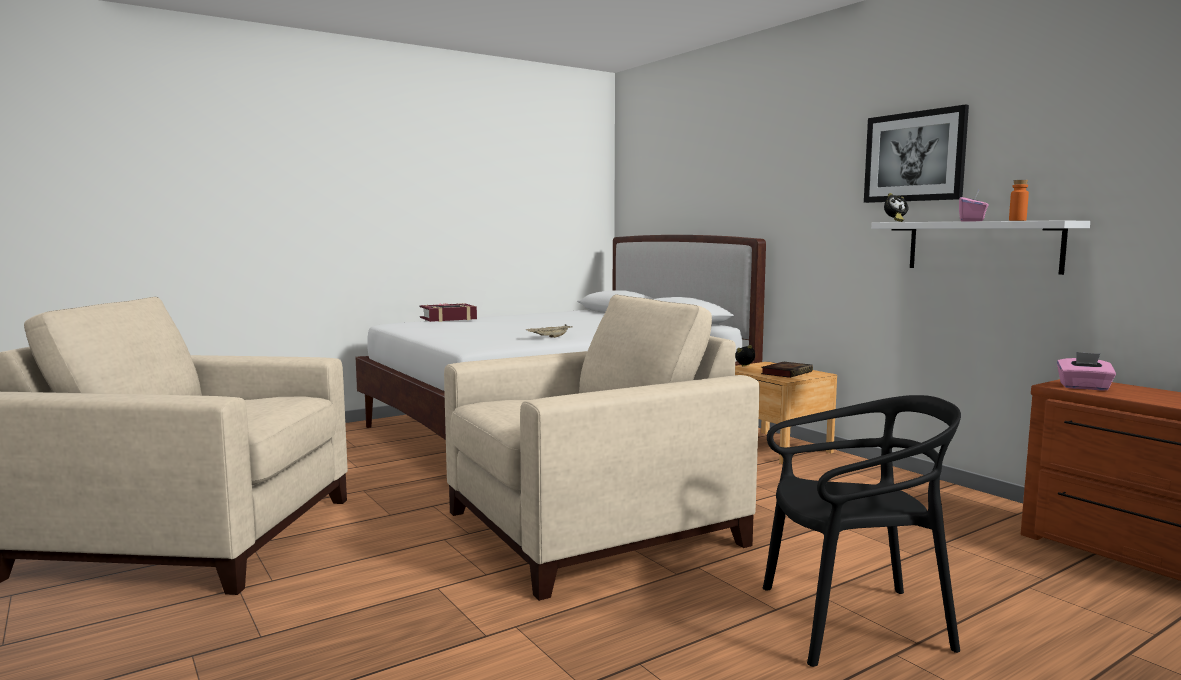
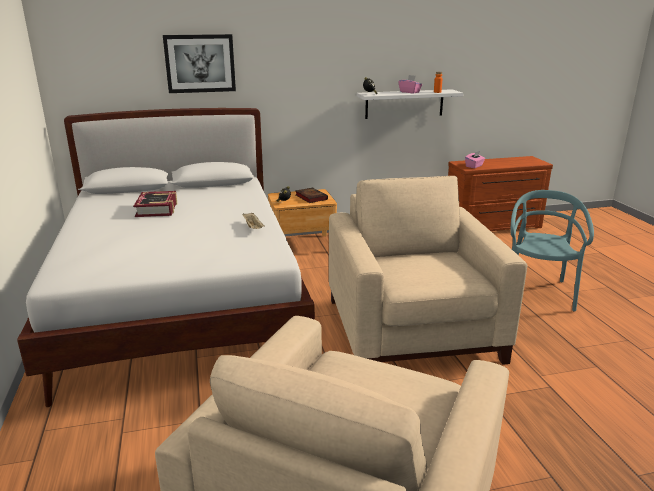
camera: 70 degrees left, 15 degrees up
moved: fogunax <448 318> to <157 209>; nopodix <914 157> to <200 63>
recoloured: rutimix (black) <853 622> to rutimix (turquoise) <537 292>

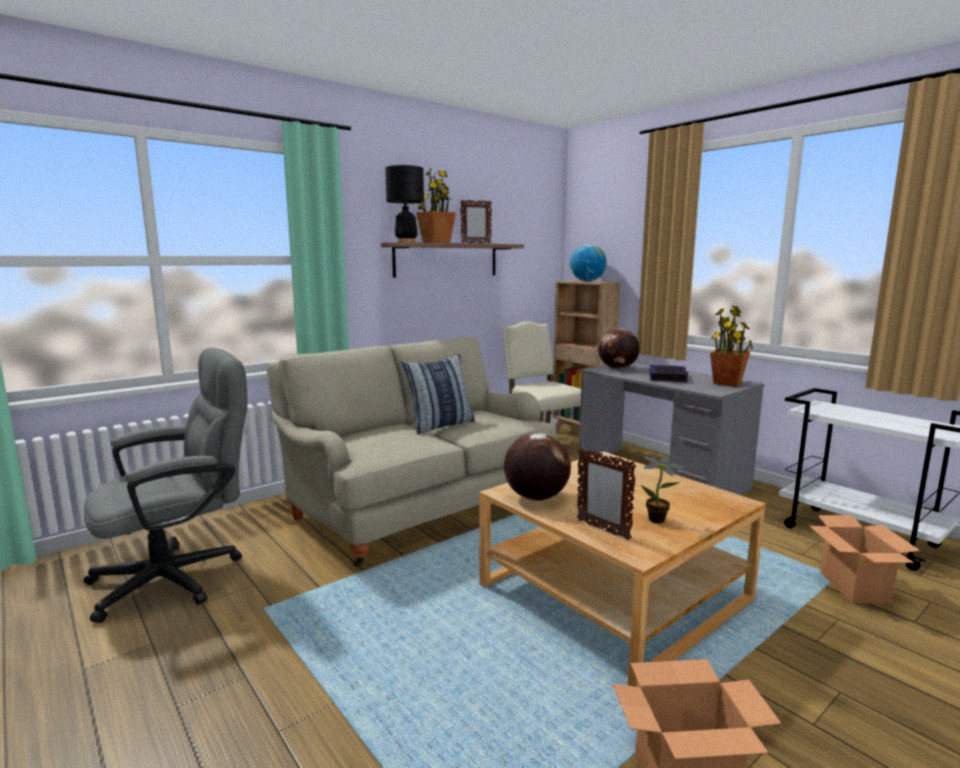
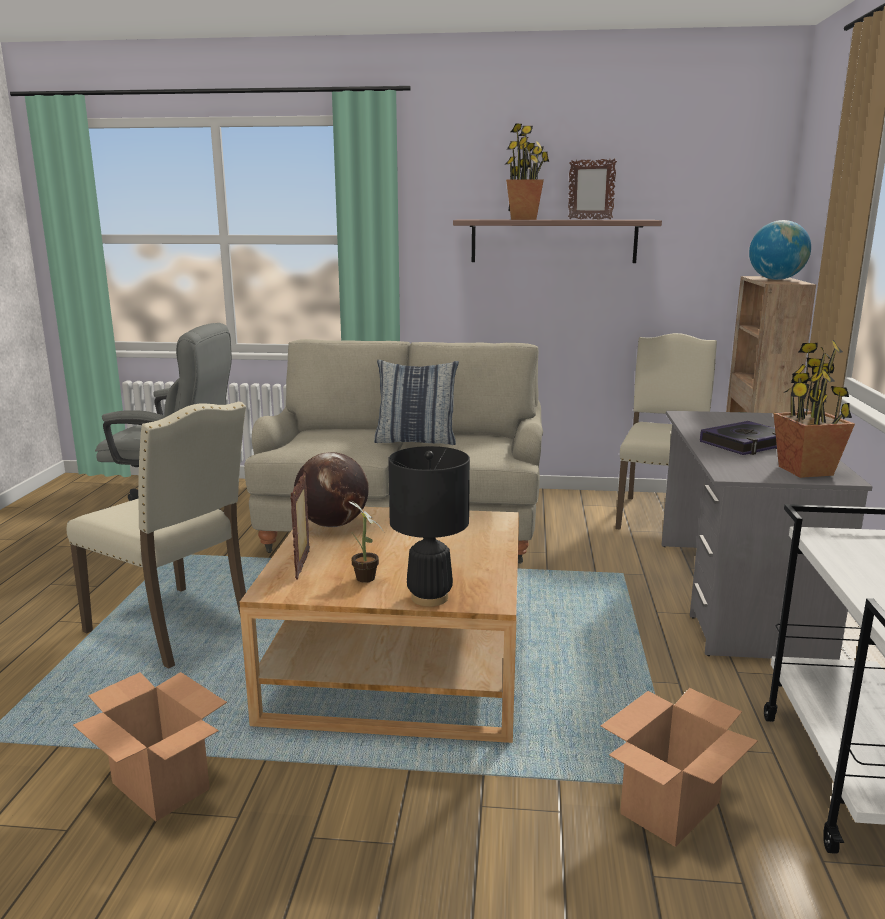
camera: 45 degrees right, 5 degrees up
removed: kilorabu <617 368>
added: rutimix (beige) <174 628>
moved: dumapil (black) <406 242> to <429 597>

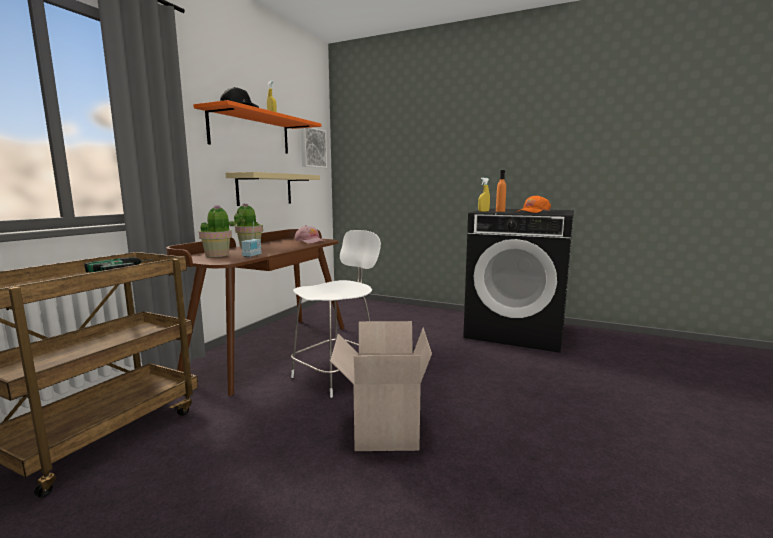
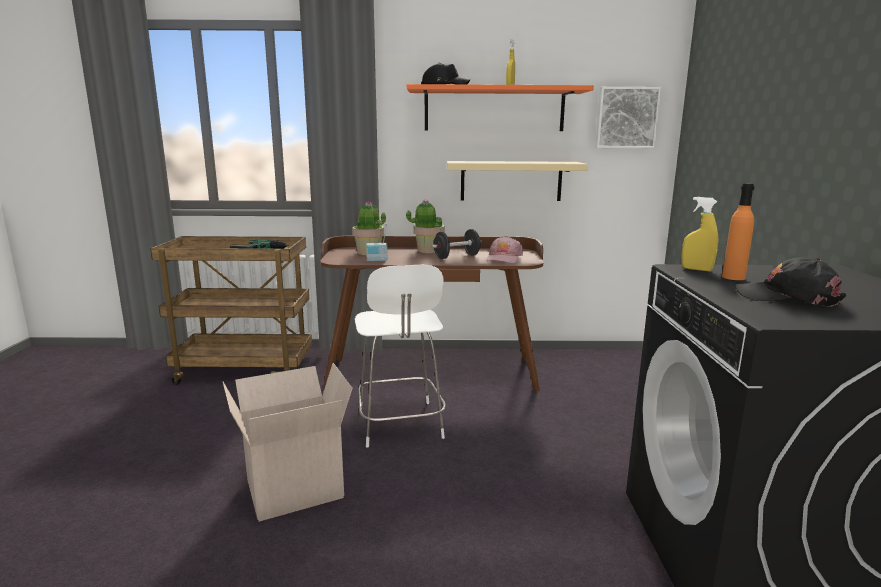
camera: 65 degrees right, 5 degrees up
added: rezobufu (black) <456 257>
recoloured: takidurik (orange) <533 212> to takidurik (black) <787 297>
turned: rutimix (white) <337 375> = <400 425> 60 degrees clockwise

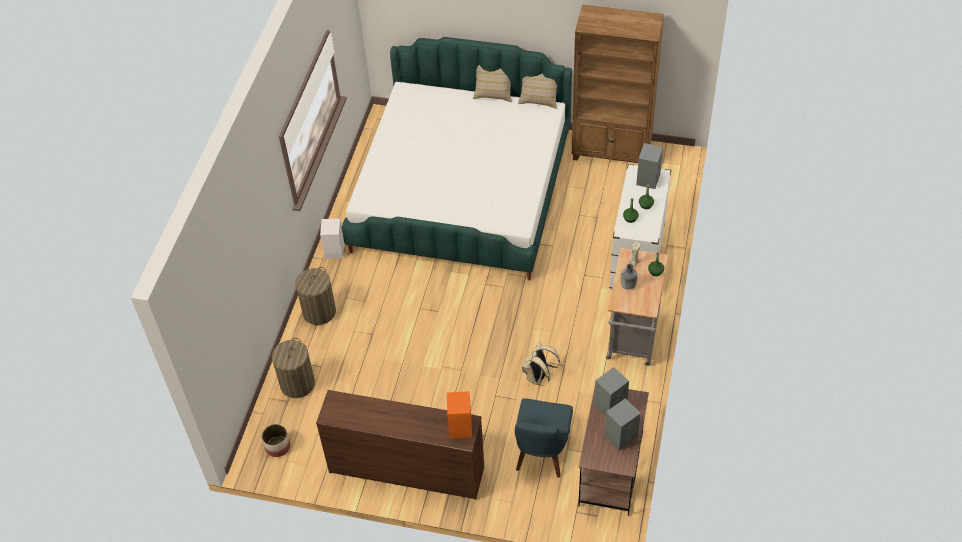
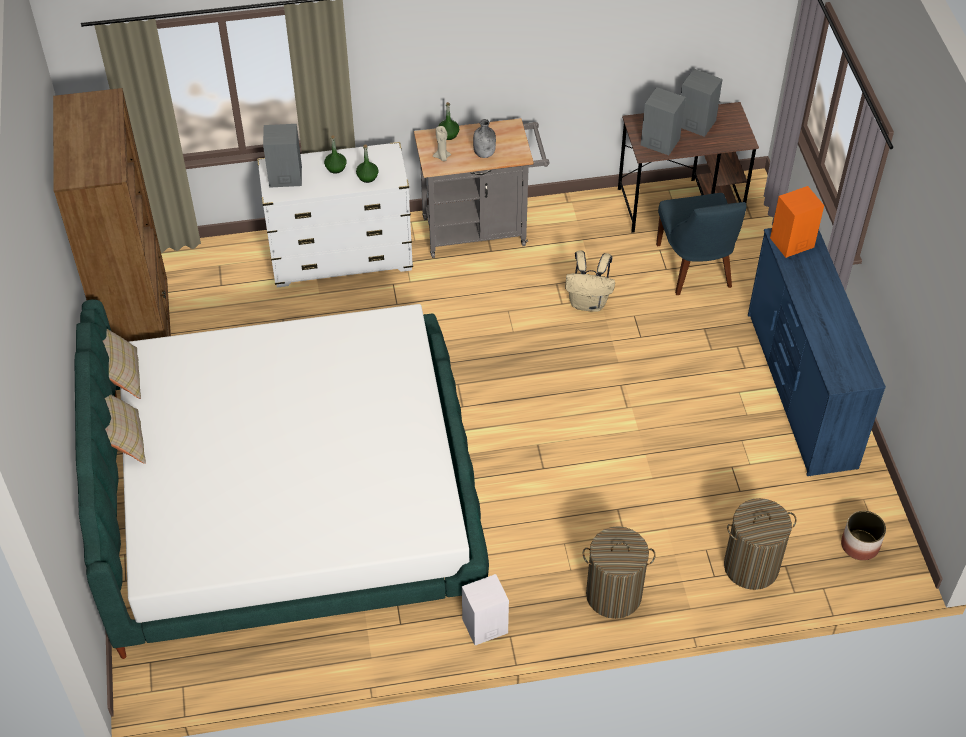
camera: 115 degrees left, 0 degrees up
recoloured: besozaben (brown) <406 469> to besozaben (blue) <799 390>
turned: rutimix (blue) <541 453> = <695 268> 90 degrees clockwise

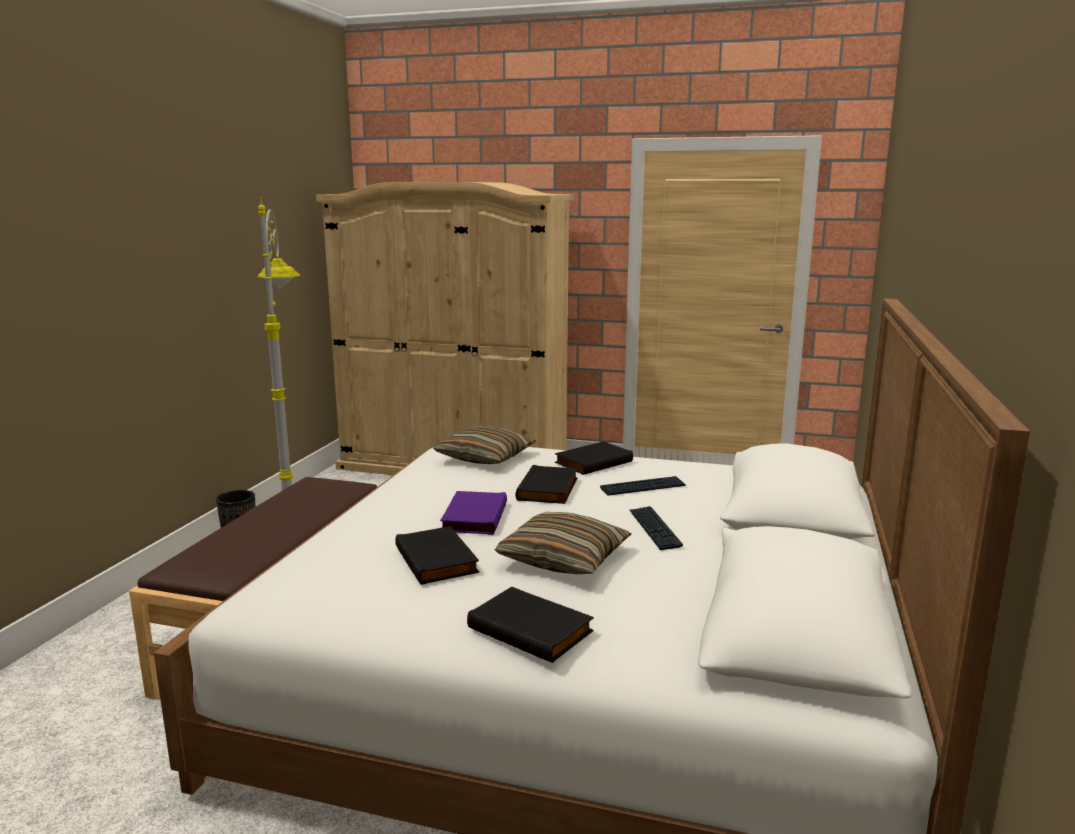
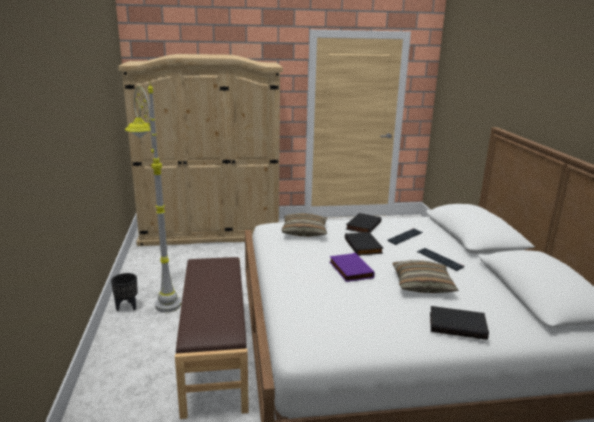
camera: 25 degrees left, 5 degrees up
removed: fogunax (black) <438 560>

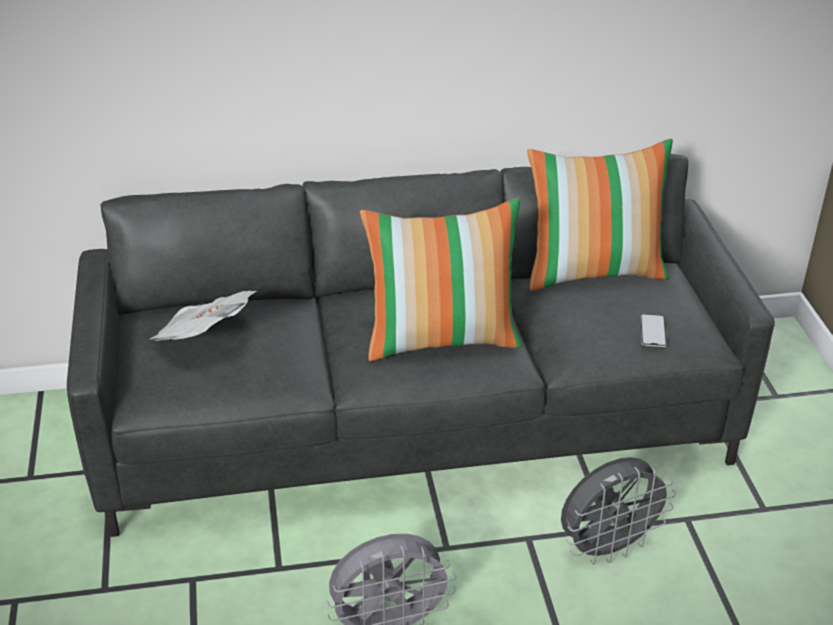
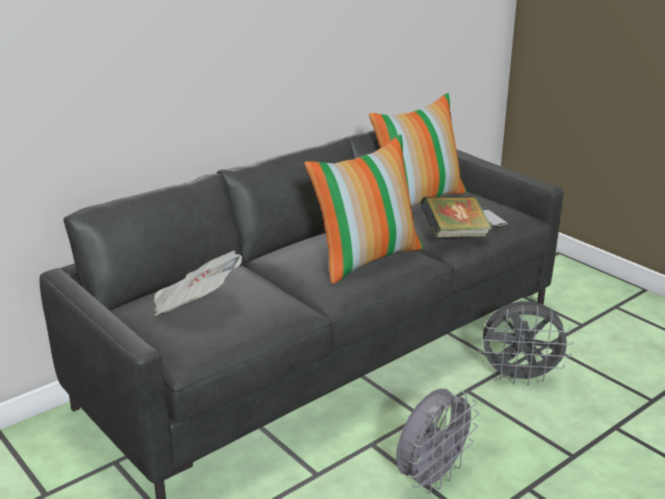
camera: 30 degrees left, 10 degrees down
added: fogunax <454 235>
turned: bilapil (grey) <608 548> = <520 377> 60 degrees clockwise

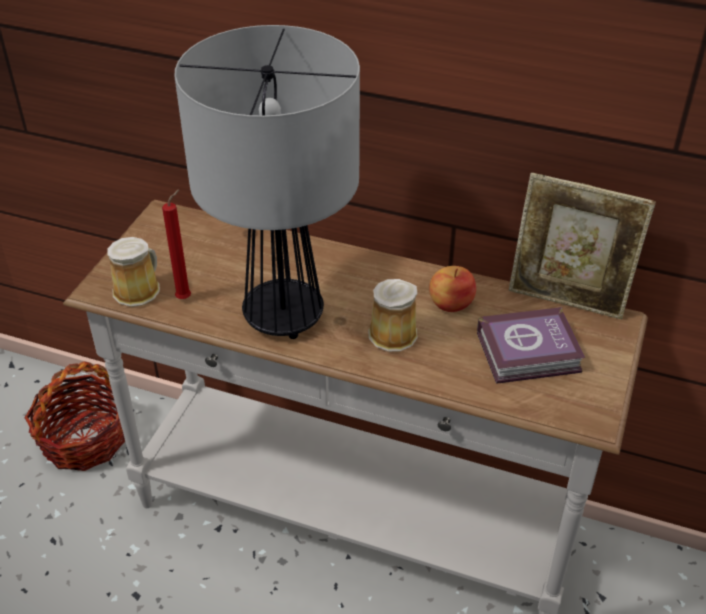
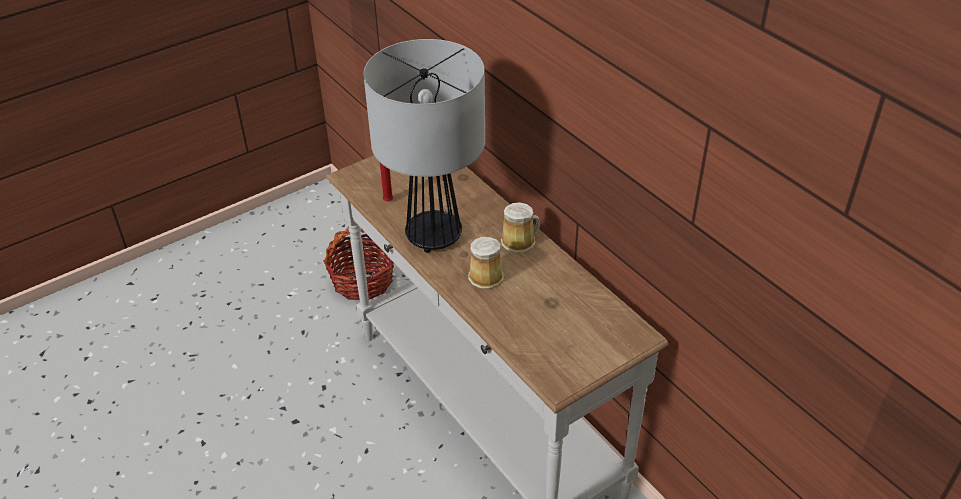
camera: 35 degrees right, 0 degrees up
removed: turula <451 303>; fogunax <531 353>; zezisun <567 301>
moved: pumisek <139 290> to <520 241>

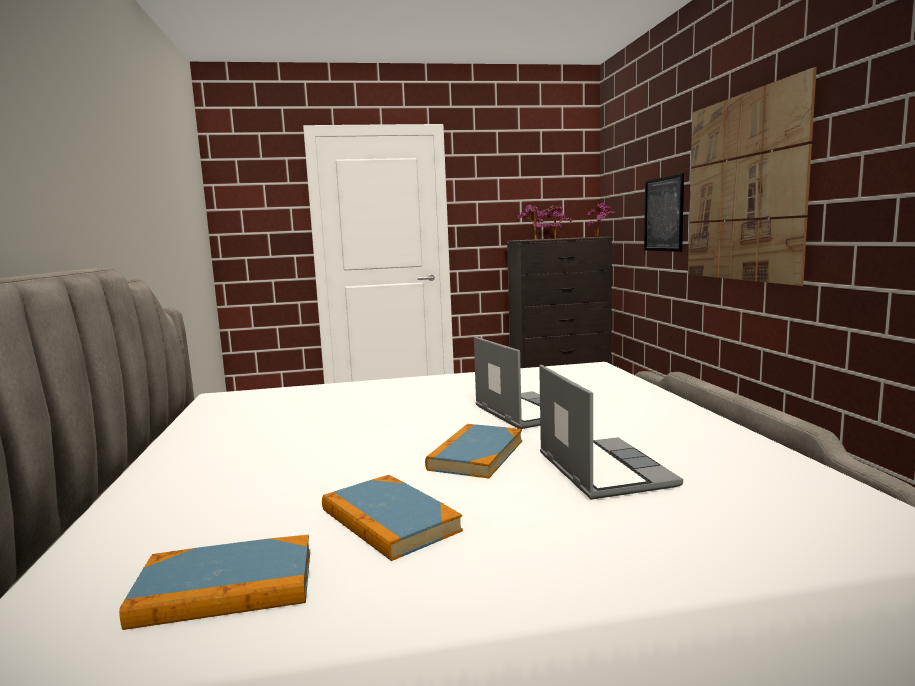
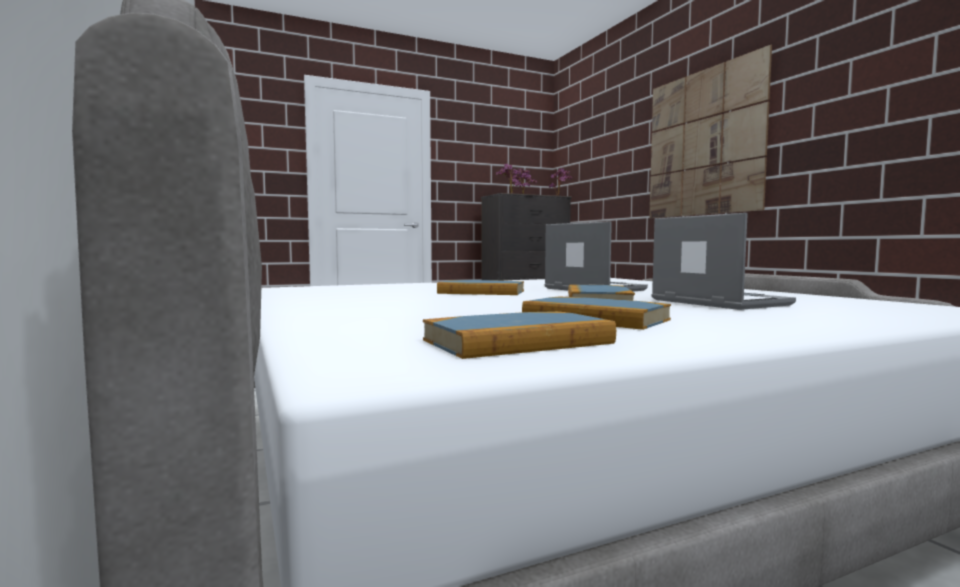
camera: 15 degrees left, 5 degrees down
removed: nopodix <663 214>
added: fogunax <481 292>

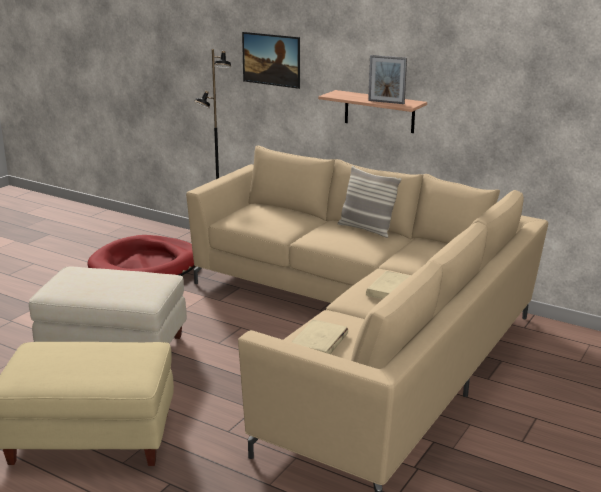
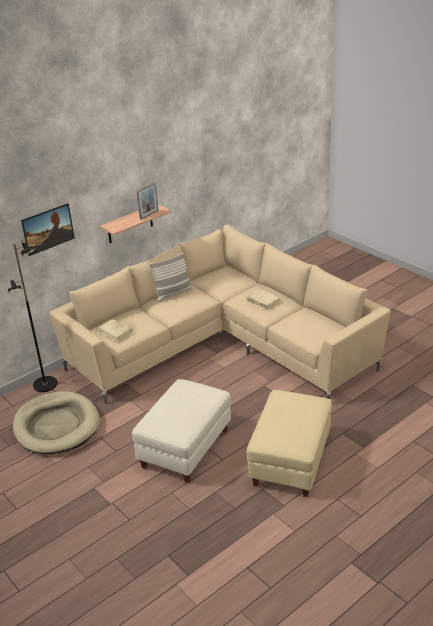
camera: 70 degrees left, 10 degrees up
moved: fogunax (beige) <319 343> to <115 332>
recoloured: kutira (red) <145 266> to kutira (beige) <56 426>

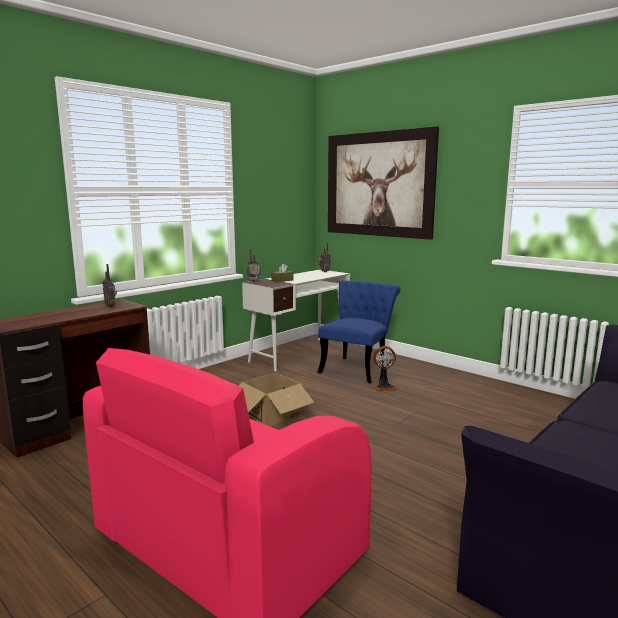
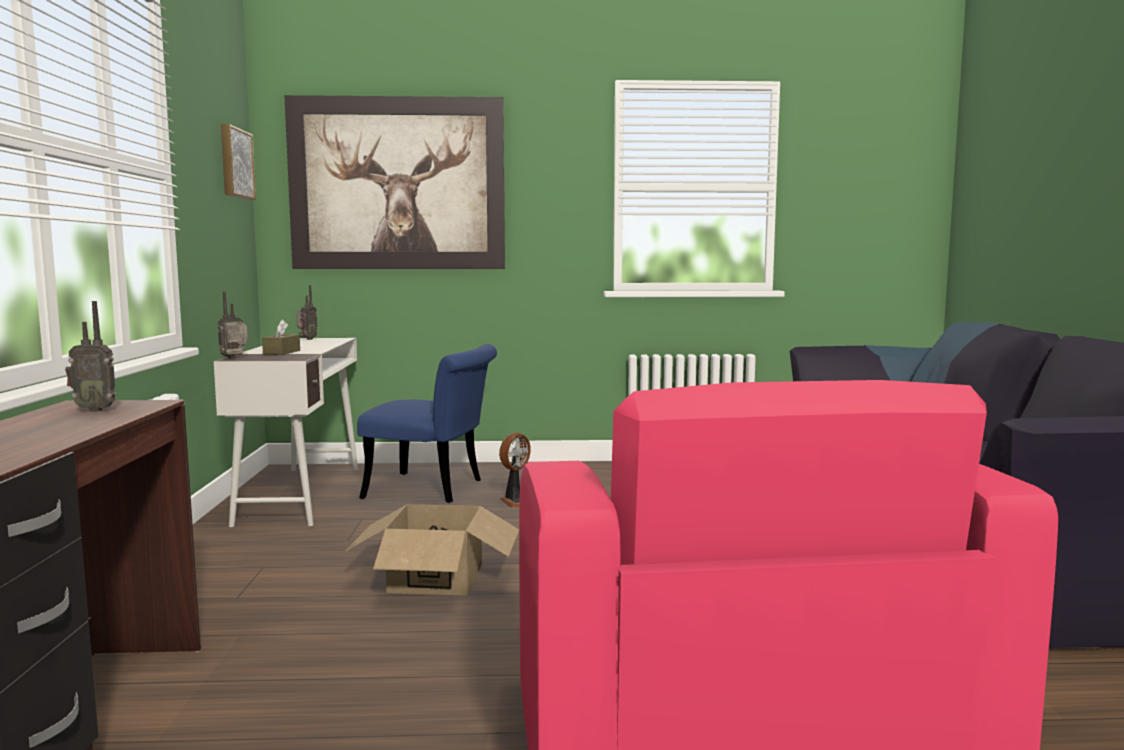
camera: 45 degrees left, 5 degrees down
added: nopodix <235 163>
turned: rutimix (blue) <357 368> = <434 489> 120 degrees clockwise

